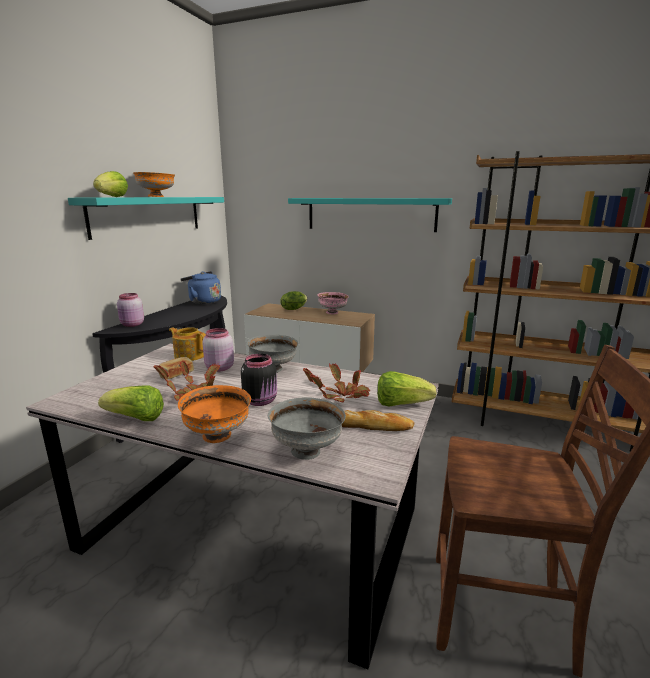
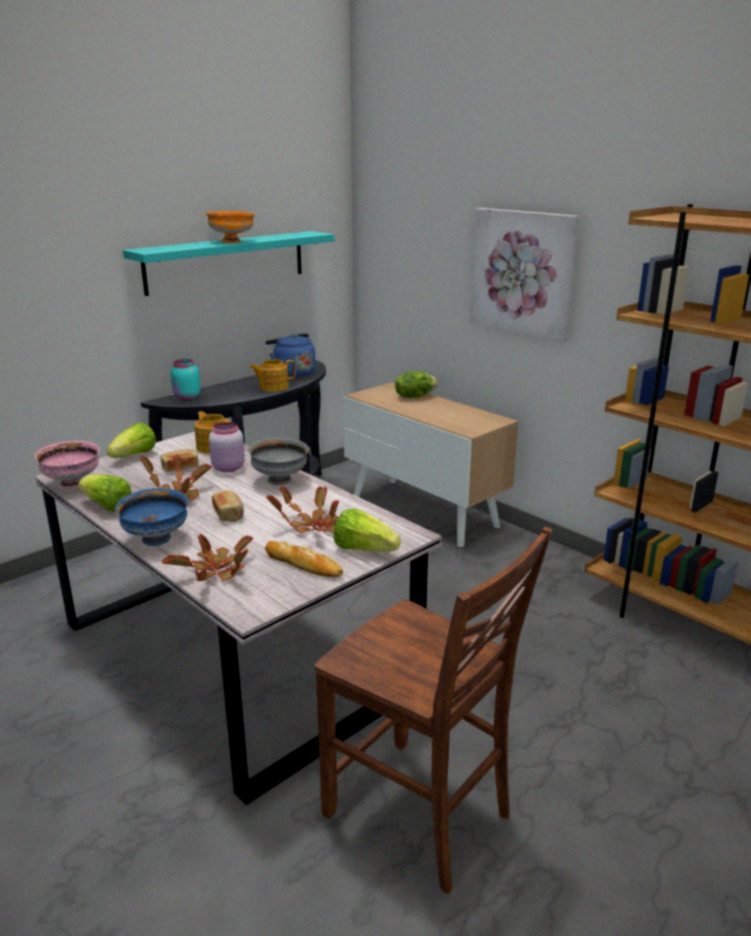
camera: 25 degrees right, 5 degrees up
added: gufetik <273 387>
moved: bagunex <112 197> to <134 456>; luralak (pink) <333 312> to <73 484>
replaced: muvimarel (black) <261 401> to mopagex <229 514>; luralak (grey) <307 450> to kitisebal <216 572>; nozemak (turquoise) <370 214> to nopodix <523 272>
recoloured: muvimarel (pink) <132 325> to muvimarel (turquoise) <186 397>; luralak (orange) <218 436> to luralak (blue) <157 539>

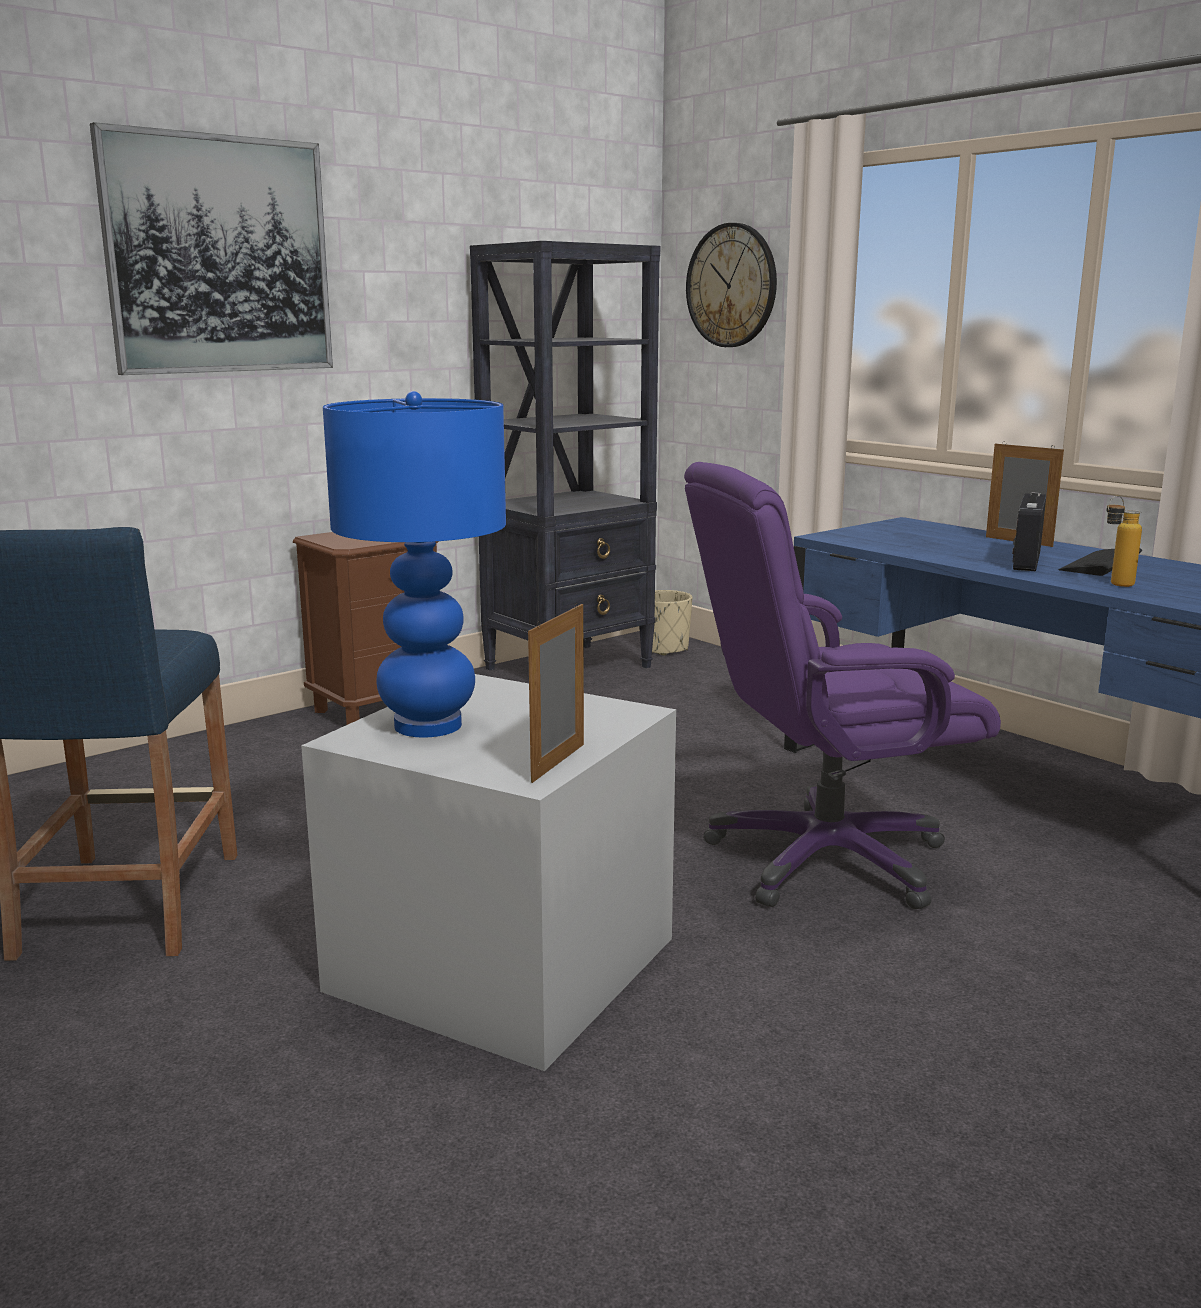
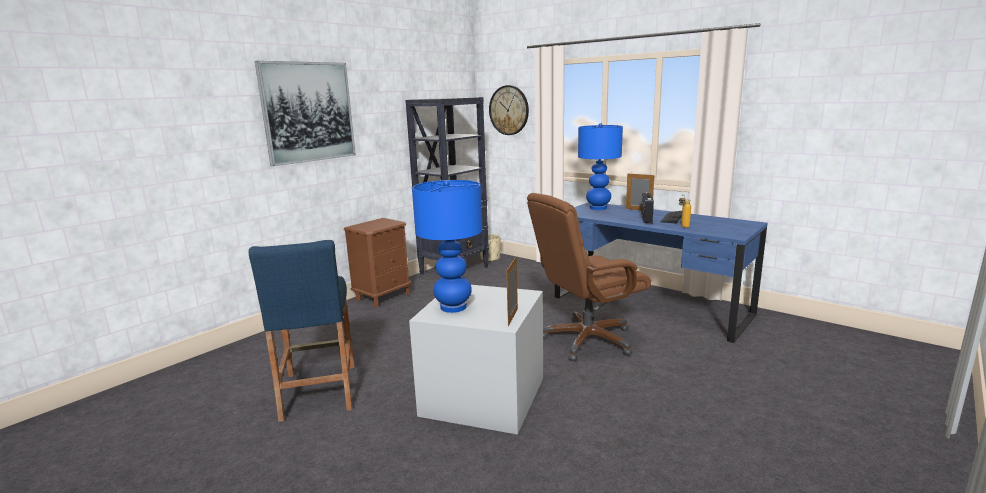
camera: 10 degrees left, 0 degrees up
added: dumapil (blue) <598 208>
recoloured: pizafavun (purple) <824 860> to pizafavun (brown) <587 340>

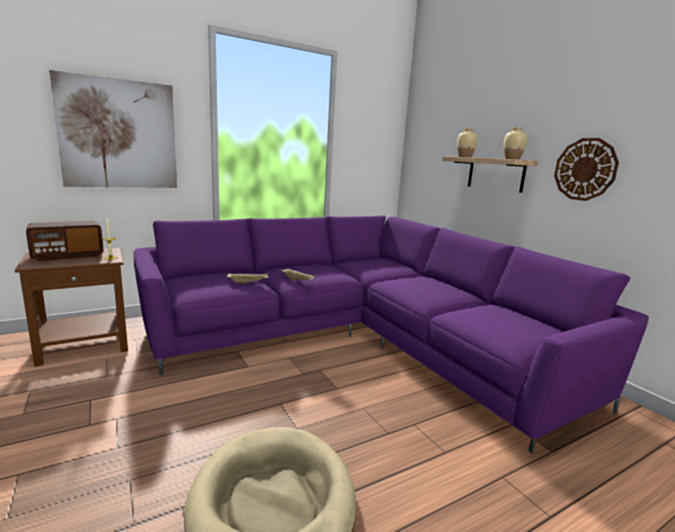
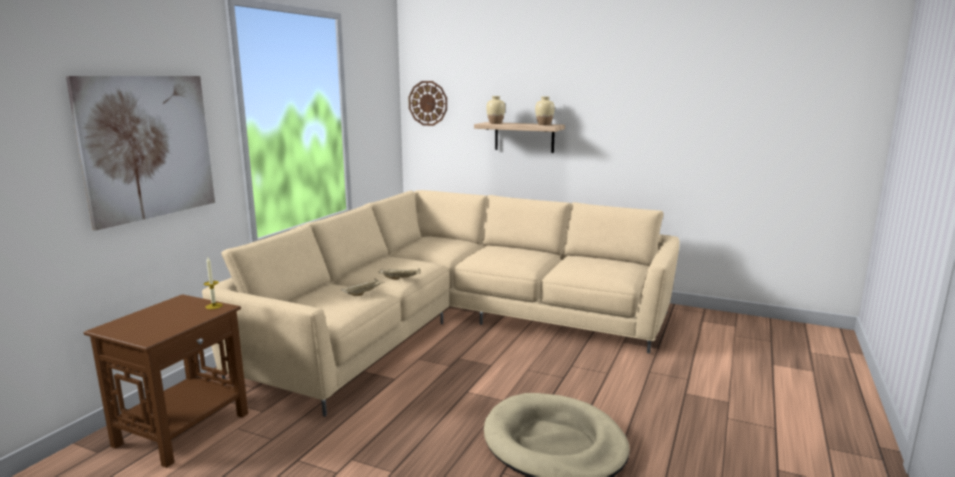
camera: 35 degrees left, 0 degrees up
removed: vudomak <68 256>
moved: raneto <585 169> to <428 103>
recoloured: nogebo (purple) <359 339> to nogebo (beige) <454 324>

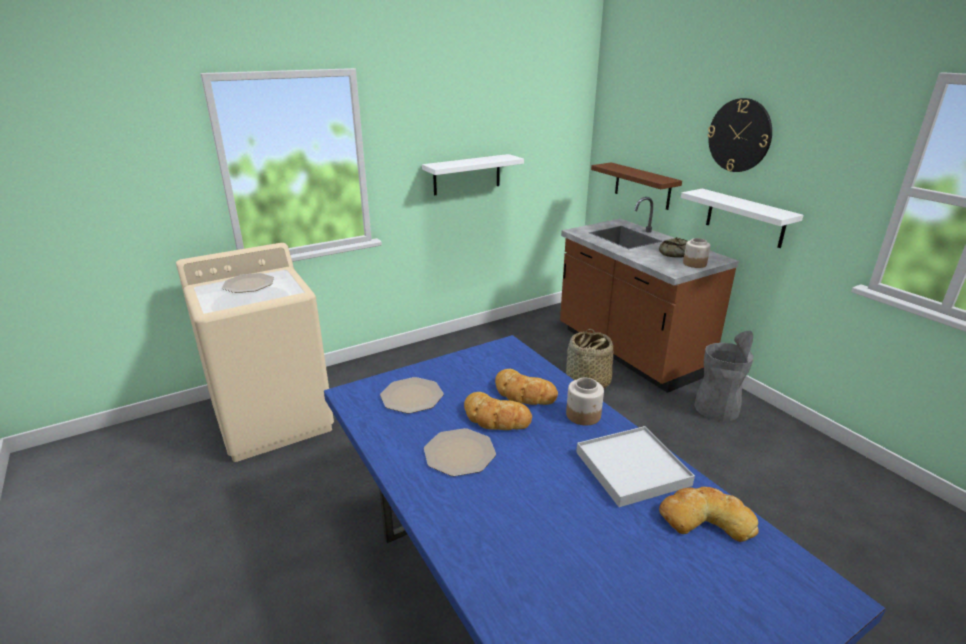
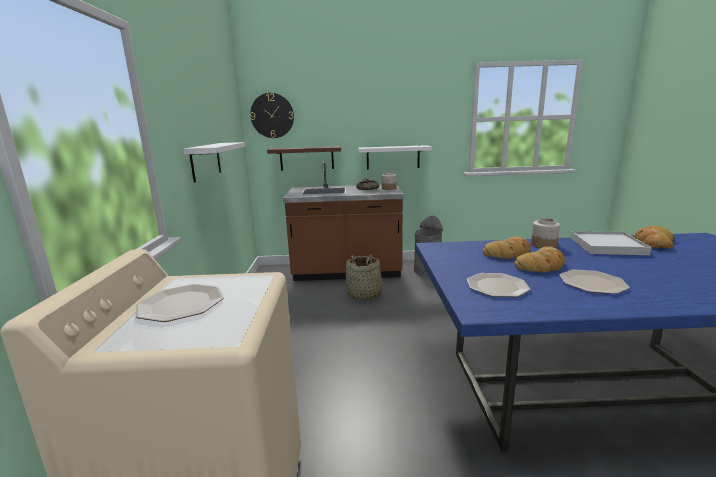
camera: 60 degrees left, 10 degrees down
moved: raneto <739 135> to <272 115>

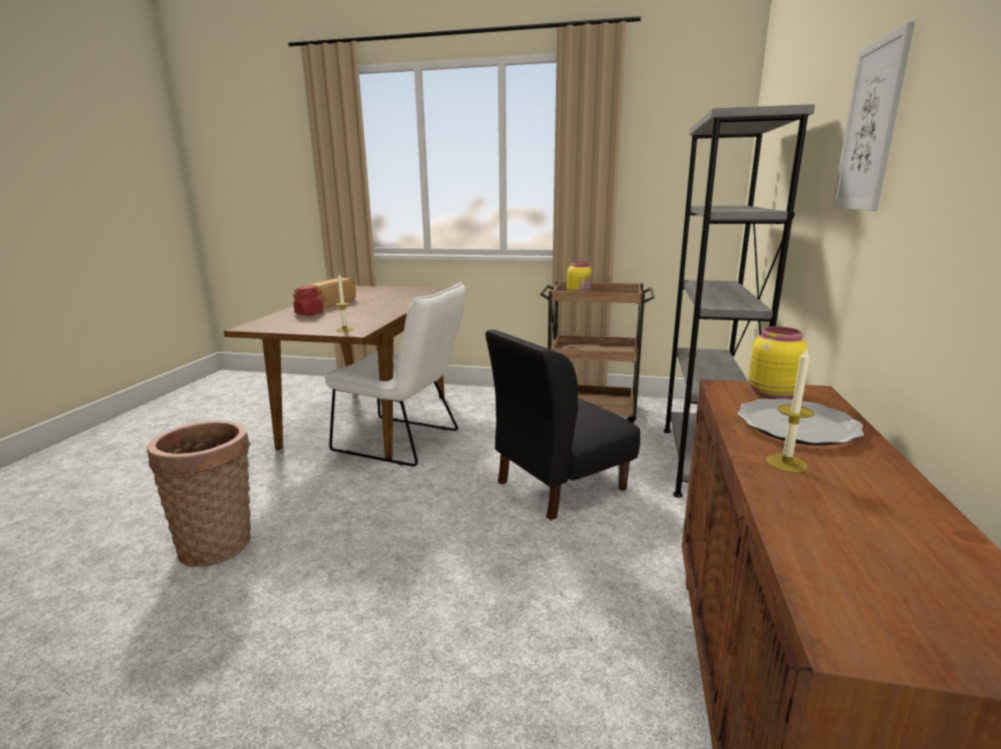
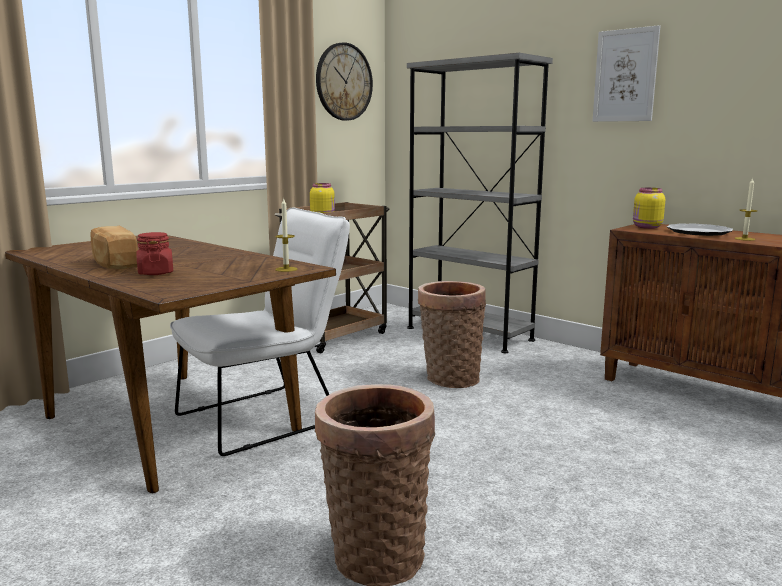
camera: 60 degrees left, 5 degrees down
added: raneto <343 82>
replaced: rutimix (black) <559 485> to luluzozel <449 378>

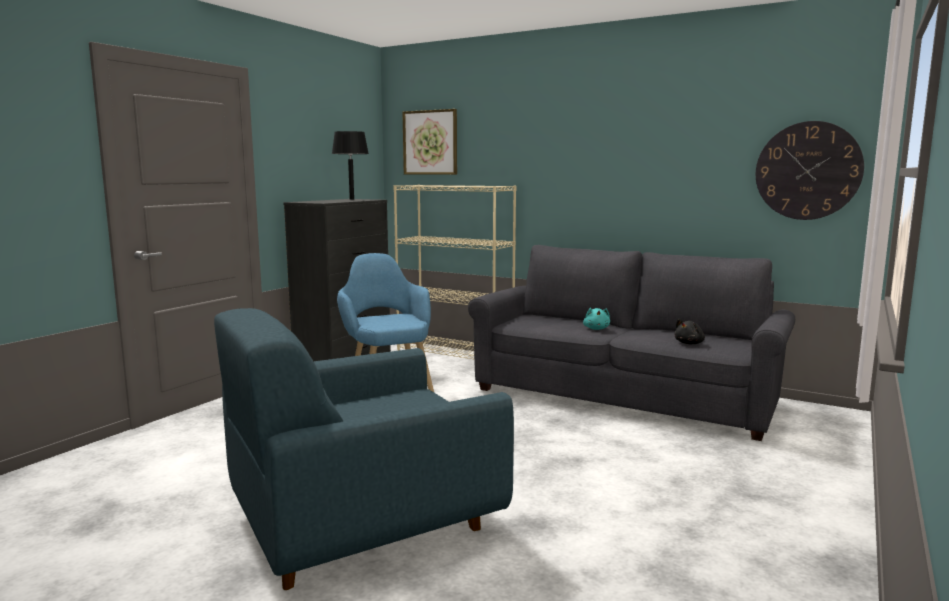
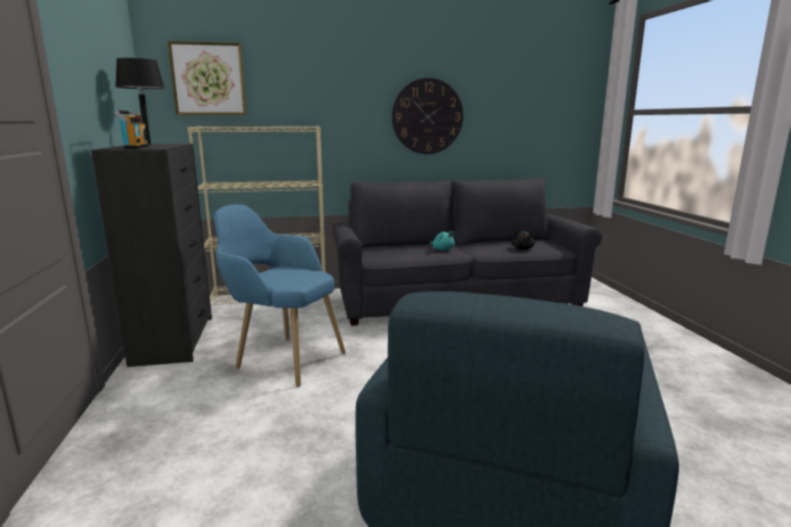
camera: 40 degrees left, 5 degrees up
added: vudomak <134 147>
moved: raneto <808 171> to <427 116>

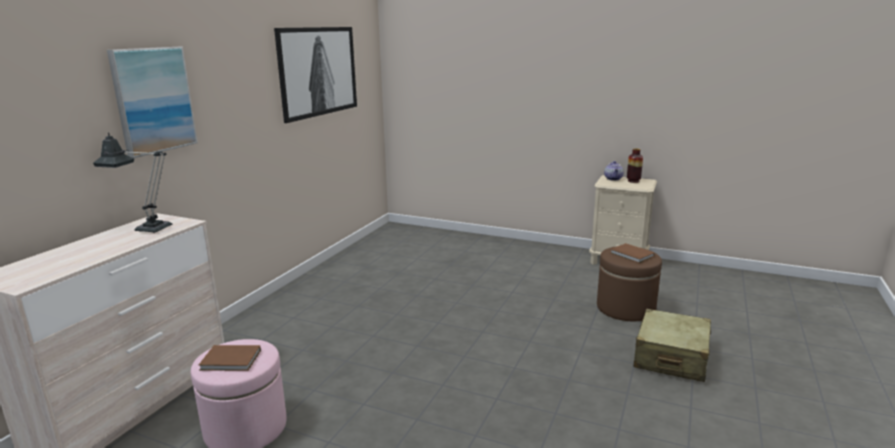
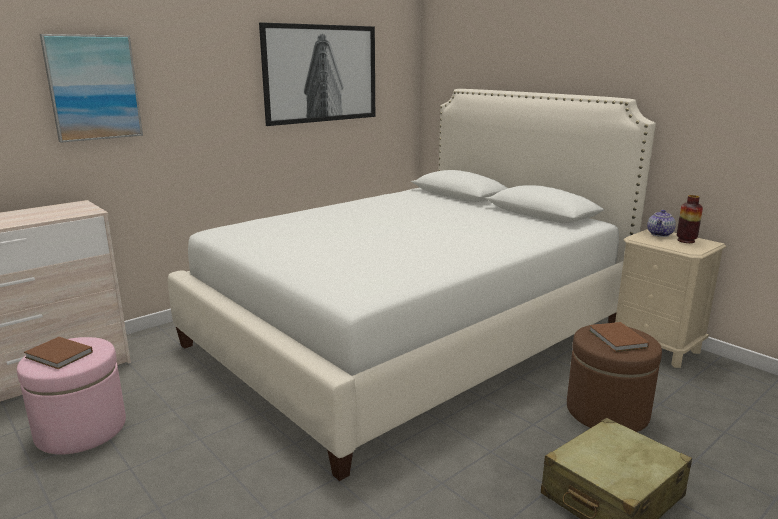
camera: 25 degrees right, 0 degrees up
removed: dumapil <147 228>
added: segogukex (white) <410 335>

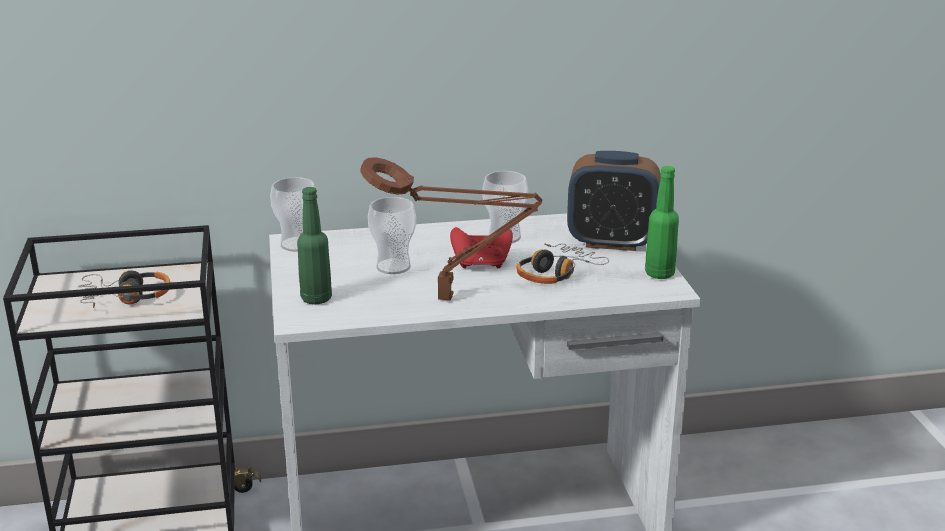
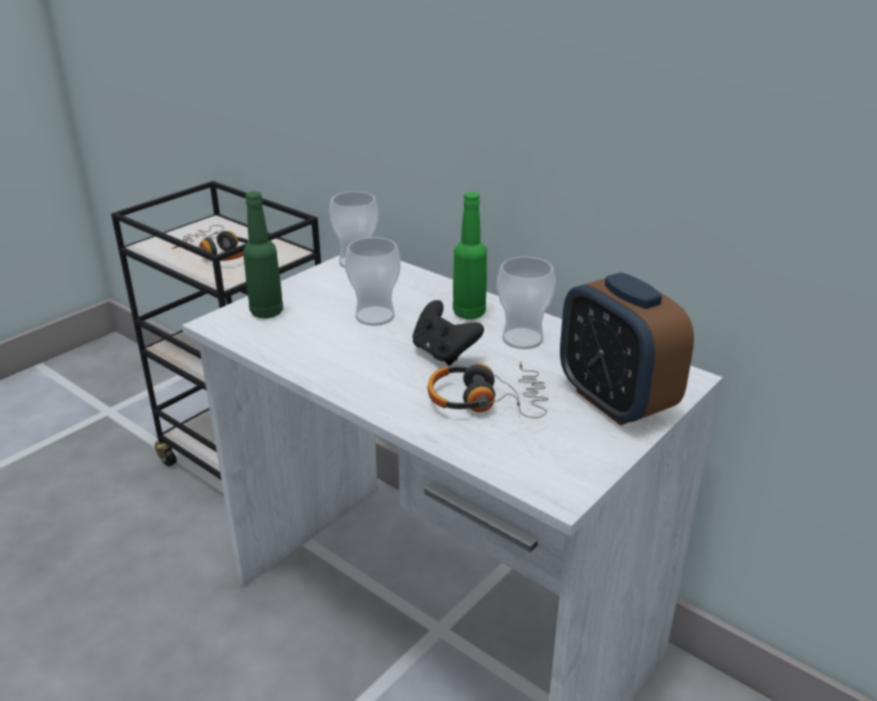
camera: 50 degrees right, 5 degrees up
removed: dumapil (brown) <451 299>
moved: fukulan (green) <659 274> to <469 313>
recoloured: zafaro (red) <481 264> to zafaro (black) <443 353>

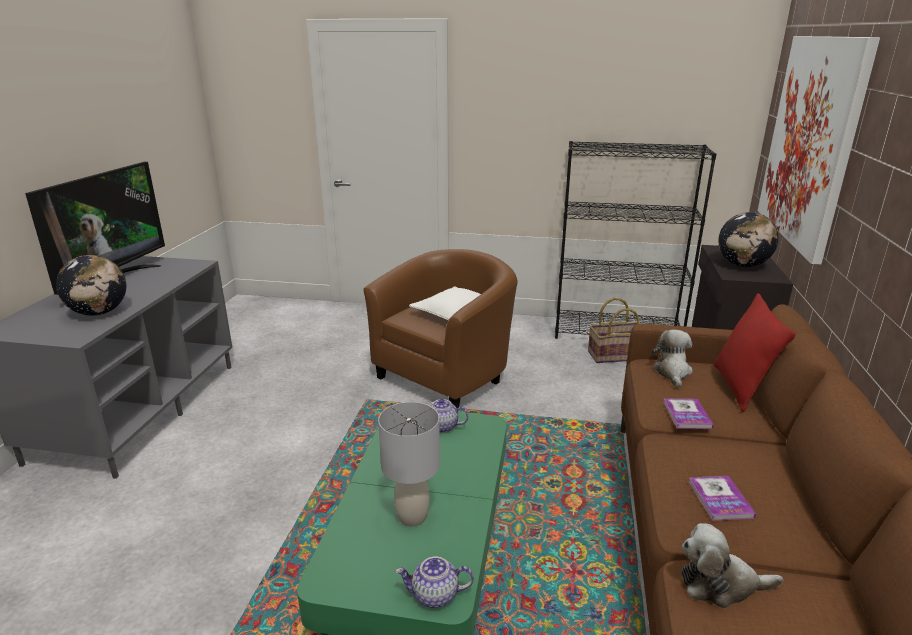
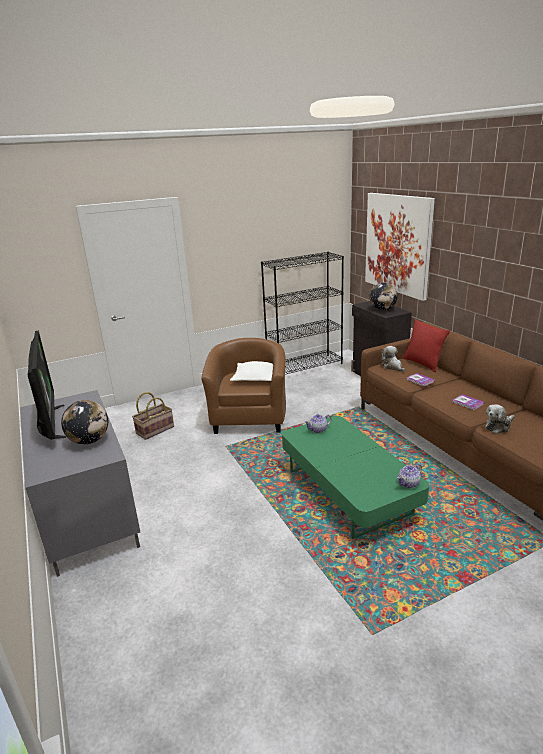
camera: 35 degrees left, 0 degrees up
removed: dumapil (grey) <412 517>
moved: luluzozel <615 355> to <155 430>

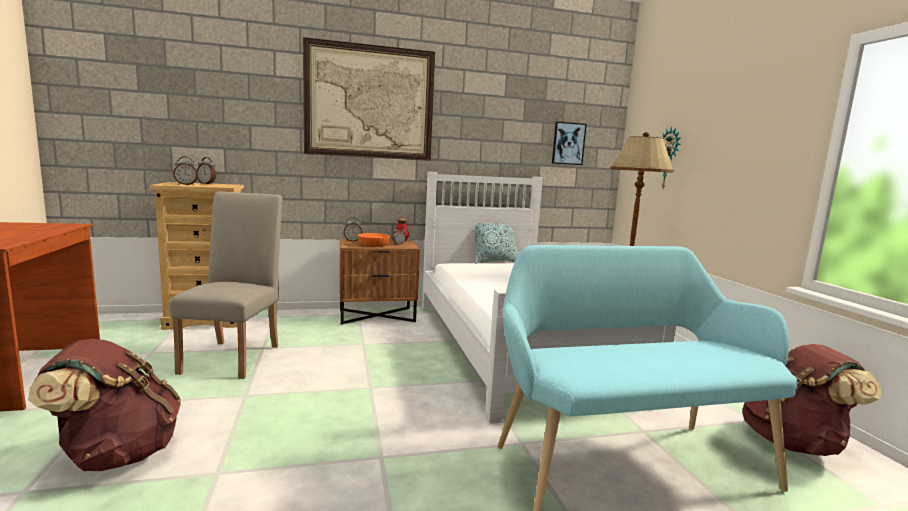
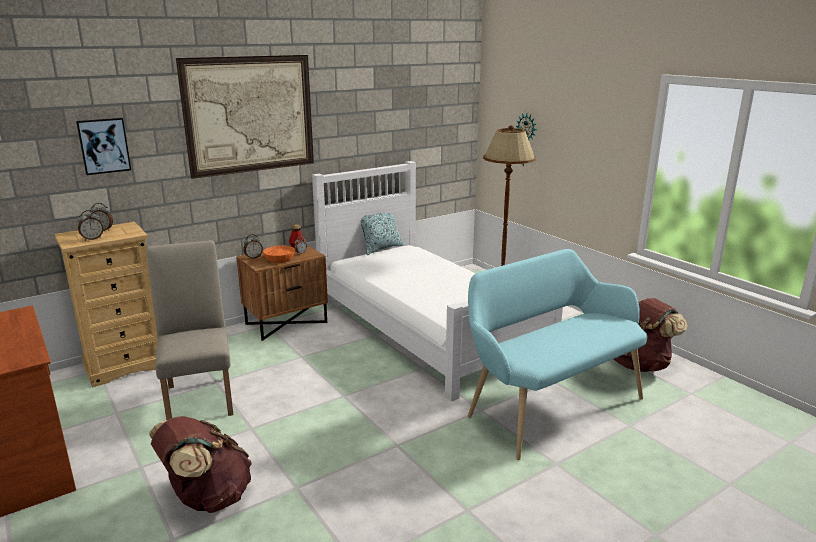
camera: 20 degrees left, 10 degrees up
moved: nopodix <568 143> to <104 146>

